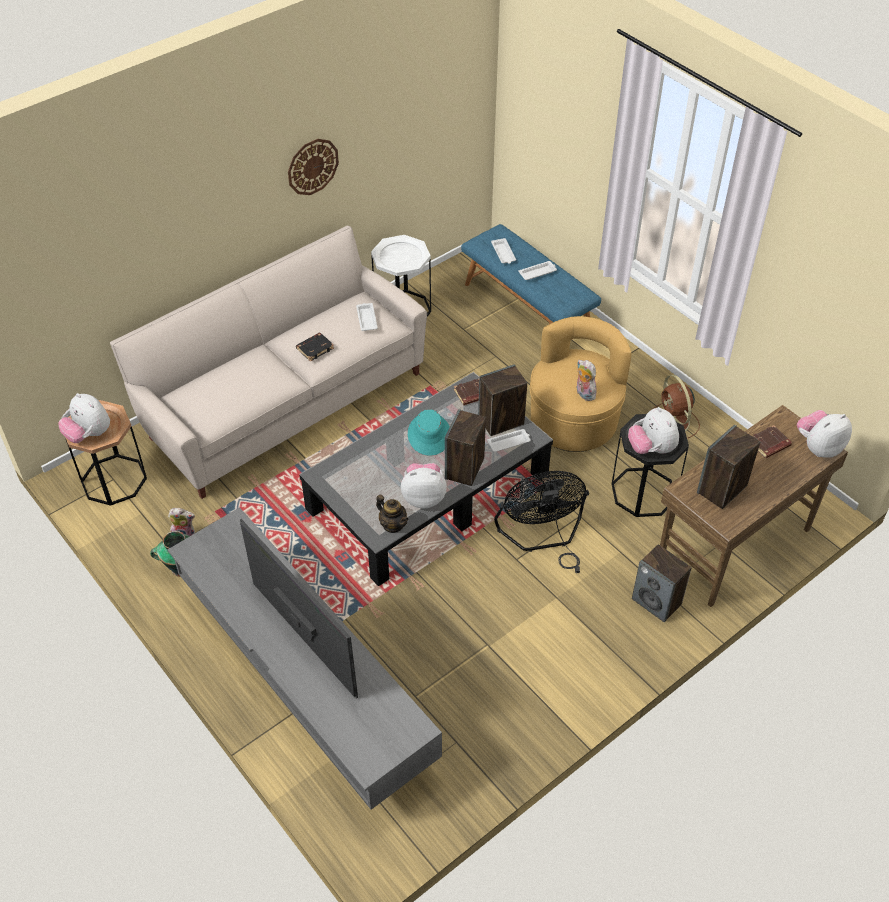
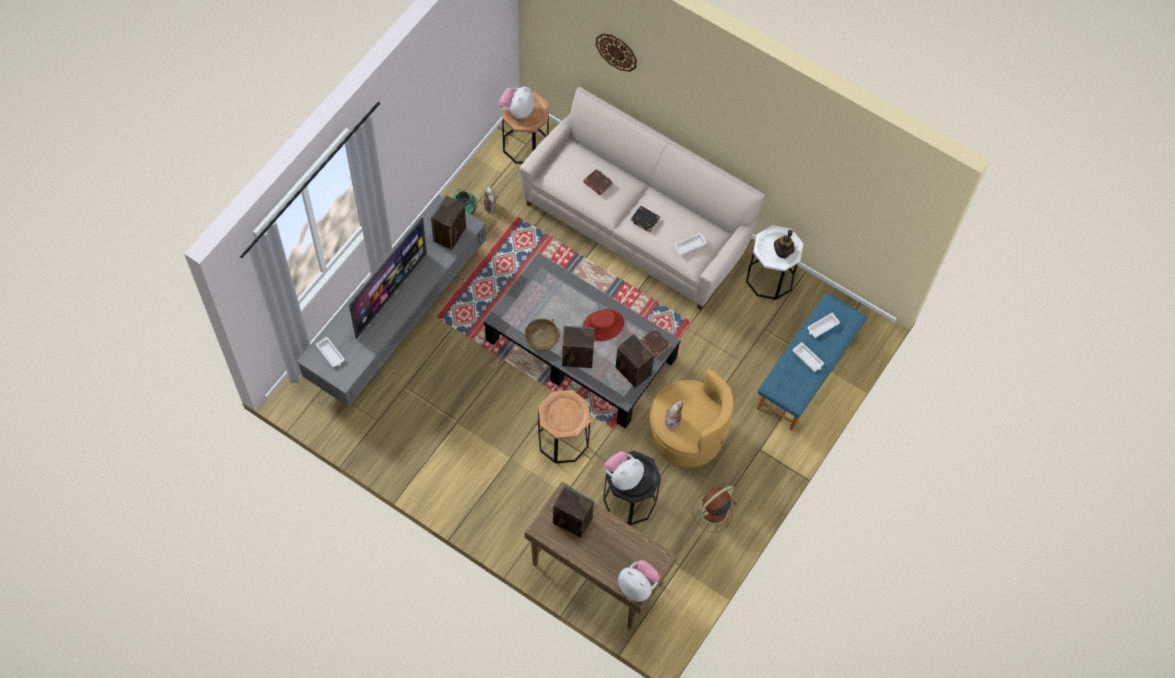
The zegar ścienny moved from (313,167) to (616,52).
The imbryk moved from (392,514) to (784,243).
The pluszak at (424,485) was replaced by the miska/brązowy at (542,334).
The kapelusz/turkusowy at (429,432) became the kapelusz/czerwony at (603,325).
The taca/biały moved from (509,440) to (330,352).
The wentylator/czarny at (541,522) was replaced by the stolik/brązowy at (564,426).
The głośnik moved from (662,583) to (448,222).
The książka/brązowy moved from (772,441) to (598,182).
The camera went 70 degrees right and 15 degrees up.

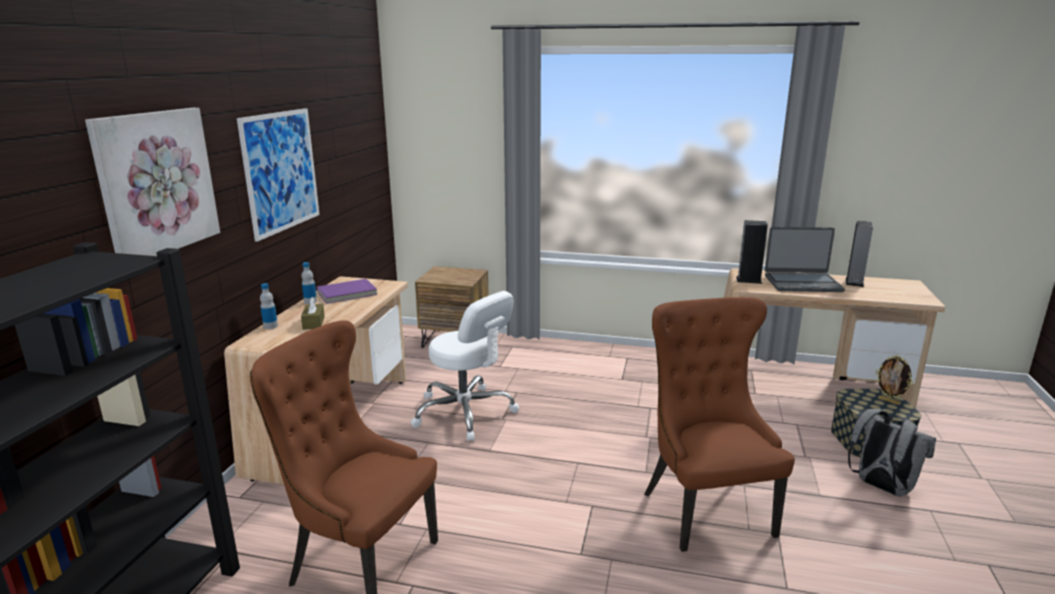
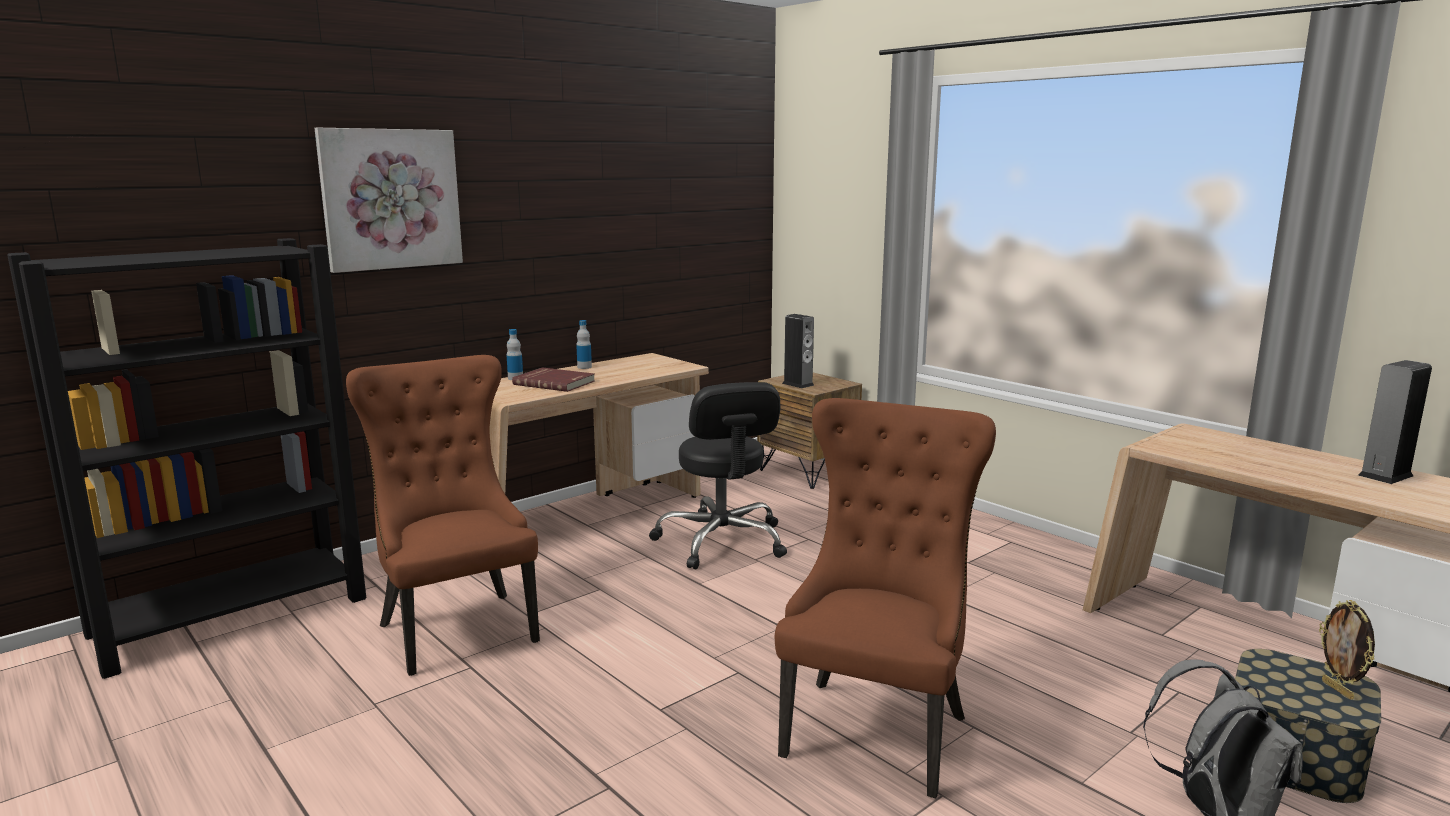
The obraz at (278,175) disappeared.
The pudełko chusteczek/brązowy at (313,313) was replaced by the książka/czerwony at (553,379).
The książka/fioletowy at (347,291) disappeared.
The krzesło biurowe/biały at (465,366) became the krzesło biurowe/czarny at (718,475).
The głośnik moved from (752,252) to (798,351).
The laptop at (805,259) disappeared.
The camera went 35 degrees right and 5 degrees down.

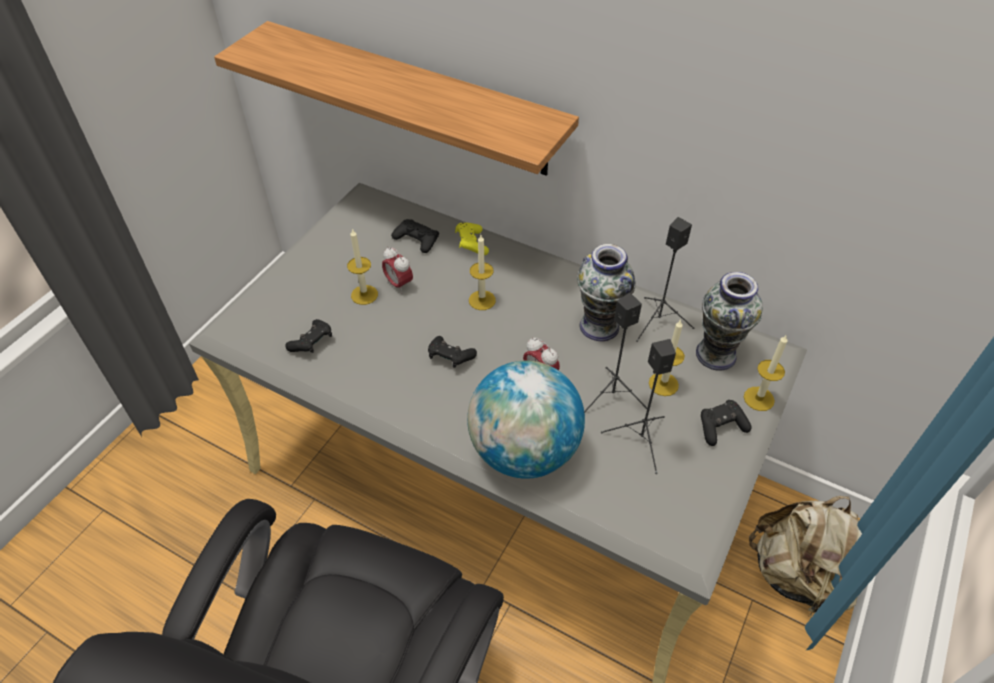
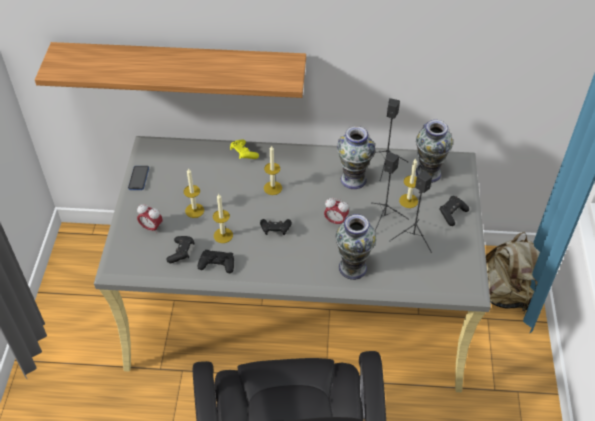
The budzik moved from (397,270) to (150,218).
The pad do gier/czarny moved from (415,236) to (215,261).
The globus at (526,420) was replaced by the wazon at (356,247).
The świeca moved from (766,372) to (223,218).
The telefon at (138,178) appeared.
The camera went 25 degrees left and 0 degrees up.

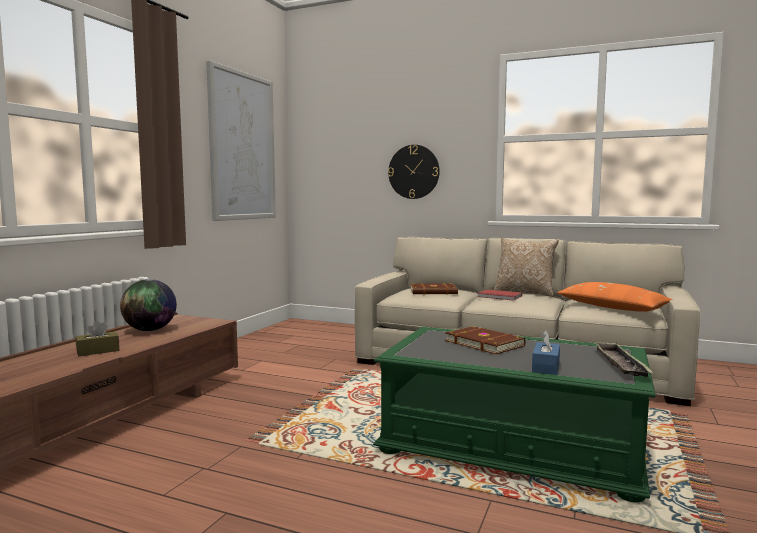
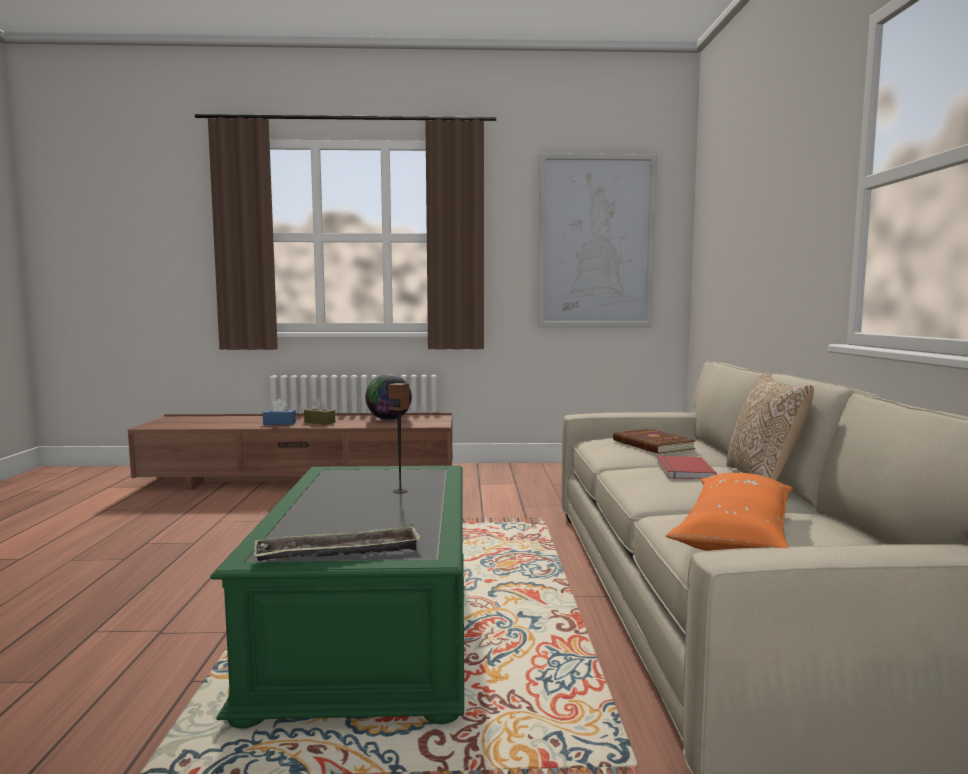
The zegar ścienny at (414,172) disappeared.
The książka/brązowy at (485,340) was replaced by the głośnik at (398,438).
The pudełko chusteczek/niebieski moved from (546,352) to (279,412).
The camera went 65 degrees right and 0 degrees up.

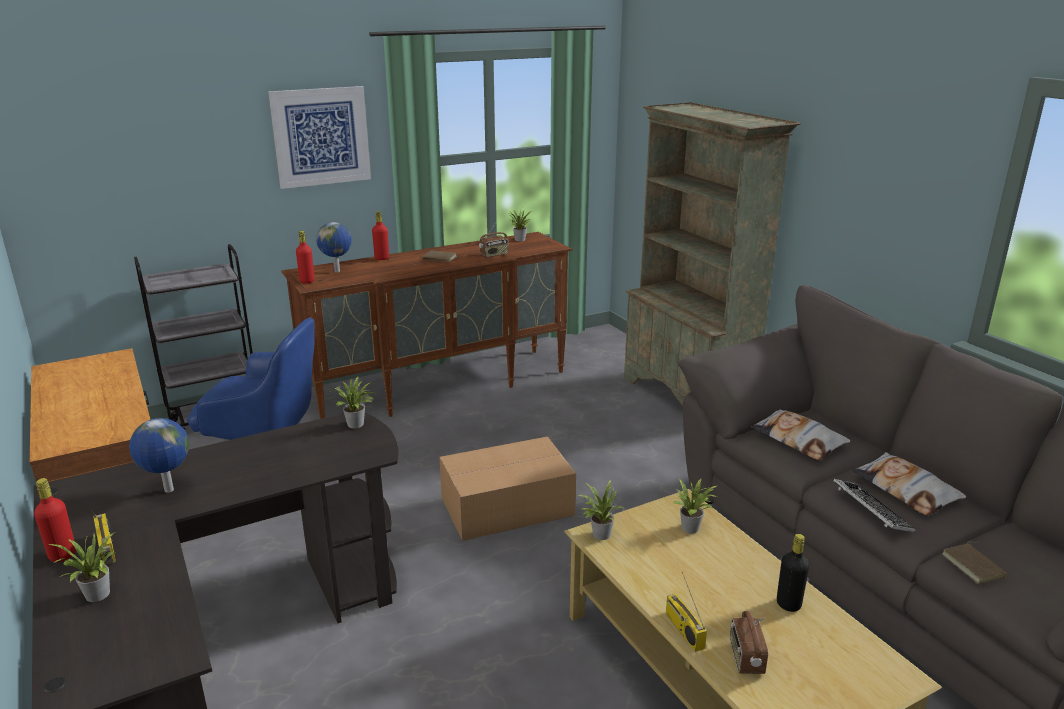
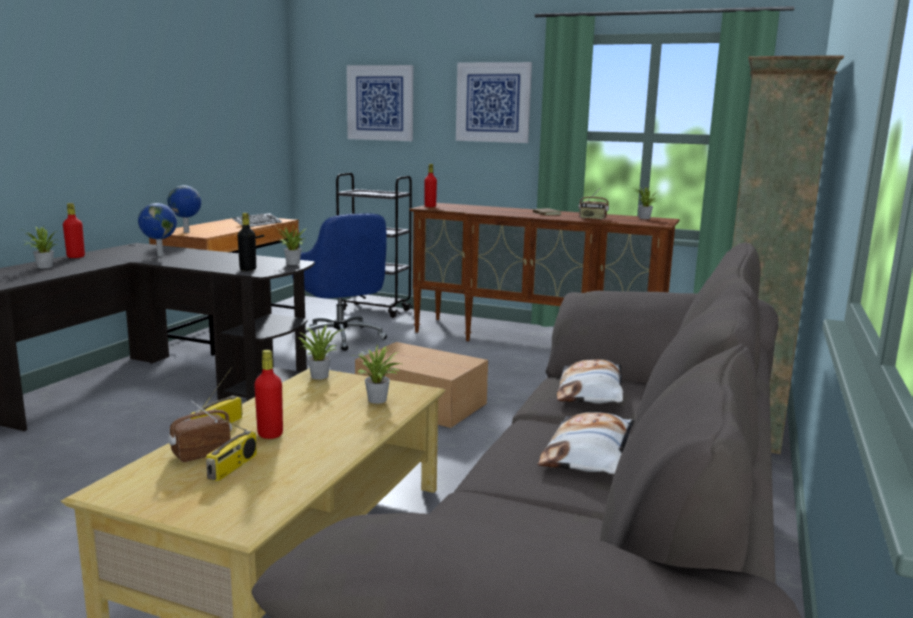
The radio moved from (103,537) to (231,447).
The globus moved from (334,247) to (184,209).
The butelka/czerwony moved from (380,235) to (268,394).
The butelka/czarny moved from (793,573) to (247,242).
The klawiatura moved from (874,505) to (257,220).
The książka/brązowy at (975,562) disappeared.
The obraz at (380,103) appeared.
The camera went 50 degrees right and 10 degrees down.

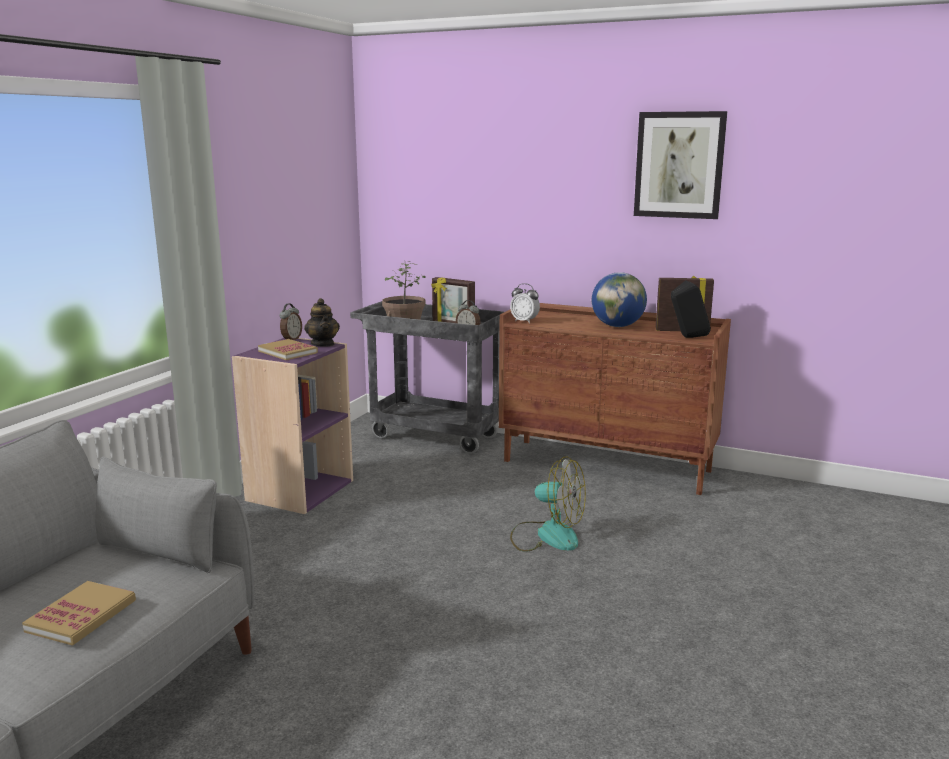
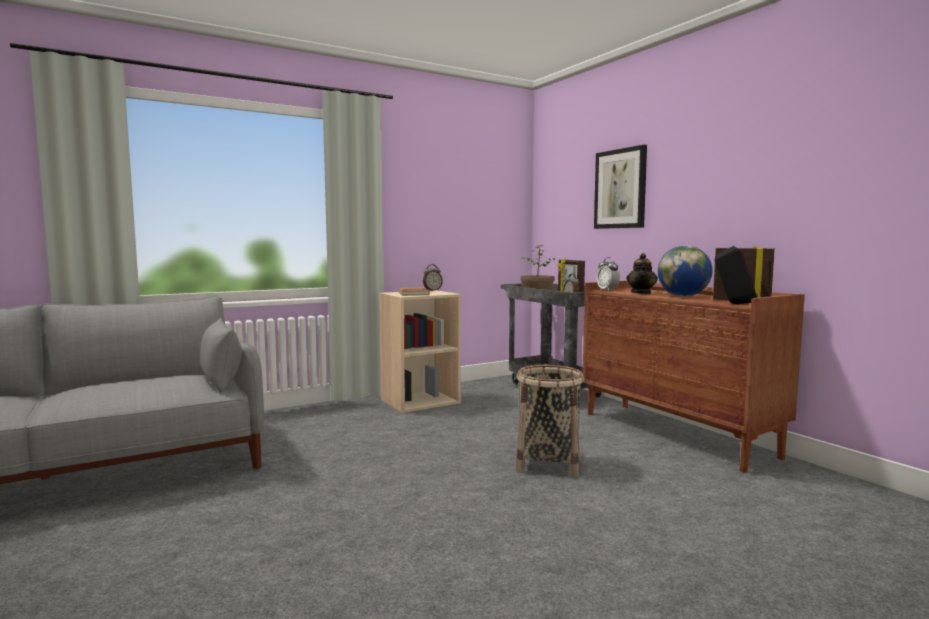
The książka at (79,613) disappeared.
The regał/fioletowy at (292,426) became the regał/beżowy at (420,351).
The imbryk moved from (322,322) to (642,273).
The wentylator at (548,504) was replaced by the koszyk at (550,421).
The obraz moved from (680,165) to (620,187).
The camera went 35 degrees right and 10 degrees down.

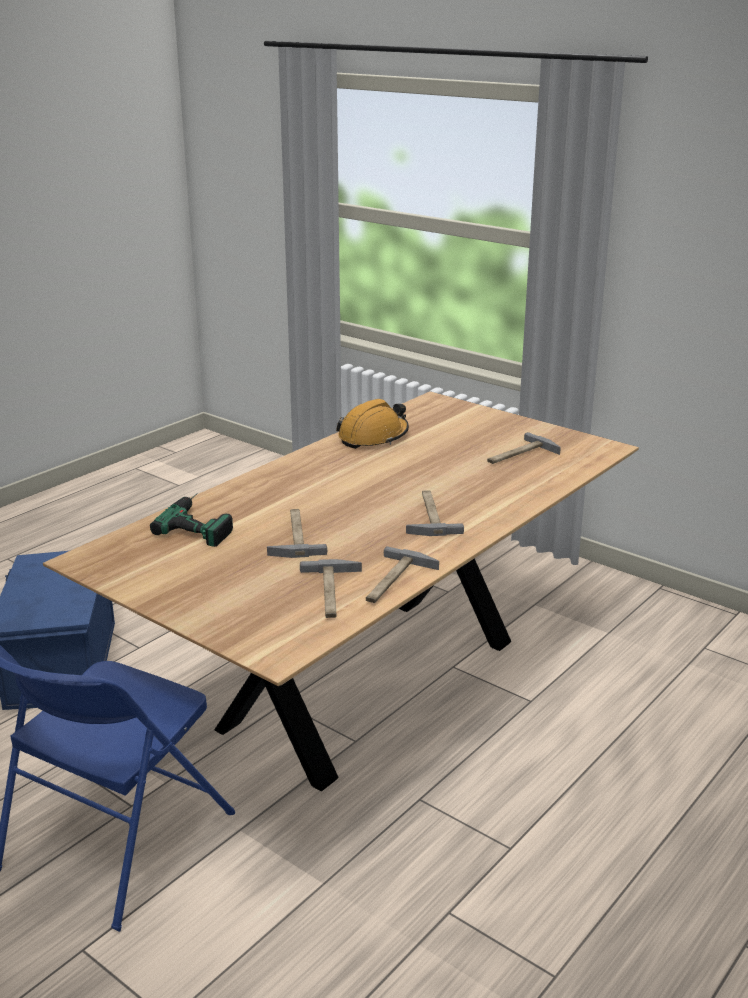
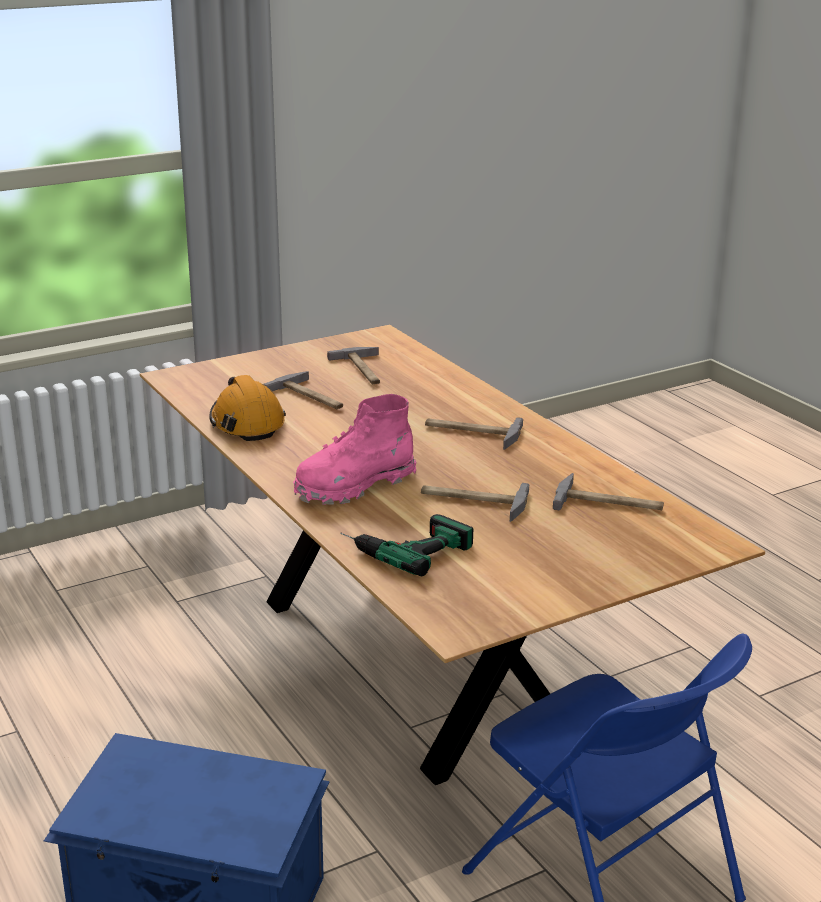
The młotek moved from (402,574) to (303,390).
The but z cholewką/różowy at (355,449) appeared.
The camera went 70 degrees left and 0 degrees up.

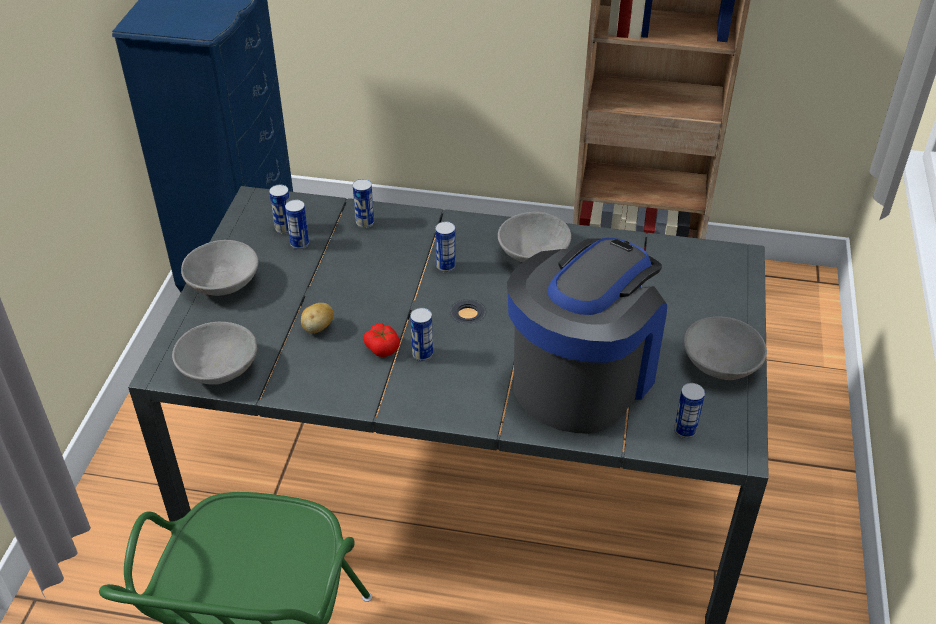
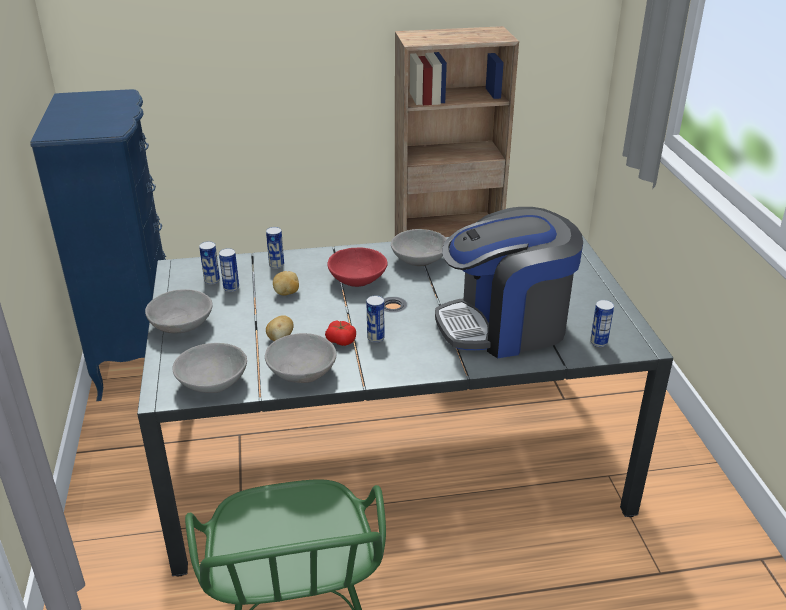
The puszka at (445,247) was replaced by the miska/czerwony at (357,267).
The ekspres do kawy at (587,335) turned 120 degrees counterclockwise.
The miska/szary moved from (725,348) to (301,358).
The ziemniak at (286,283) appeared.
The camera went 20 degrees left and 10 degrees down.

